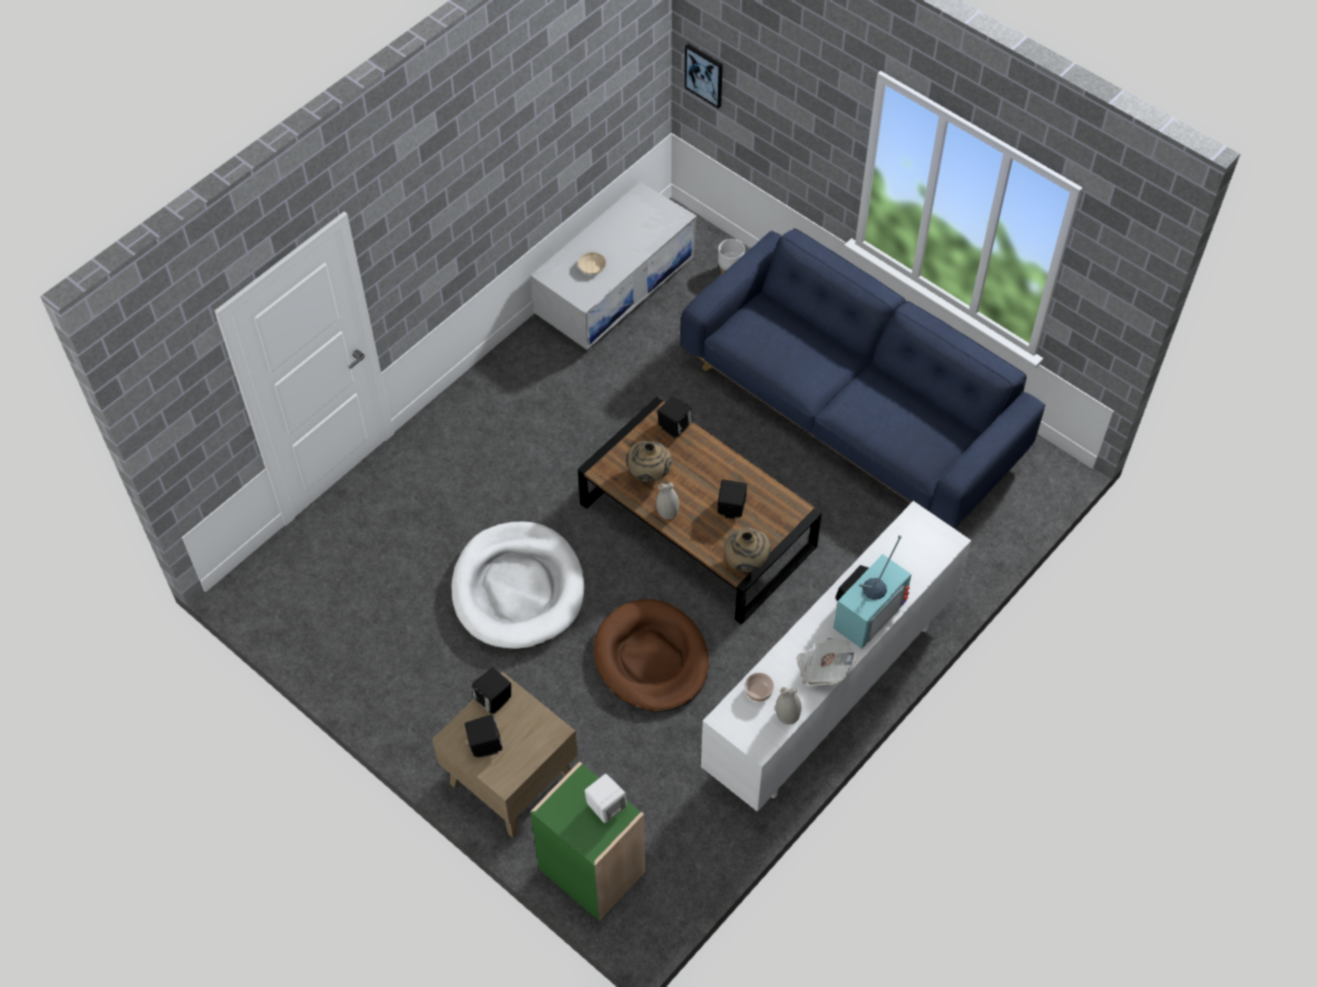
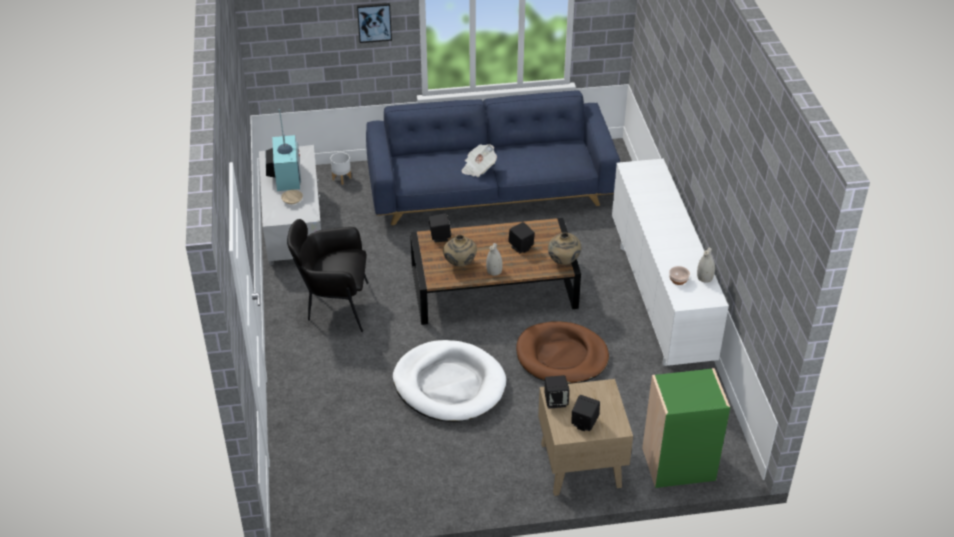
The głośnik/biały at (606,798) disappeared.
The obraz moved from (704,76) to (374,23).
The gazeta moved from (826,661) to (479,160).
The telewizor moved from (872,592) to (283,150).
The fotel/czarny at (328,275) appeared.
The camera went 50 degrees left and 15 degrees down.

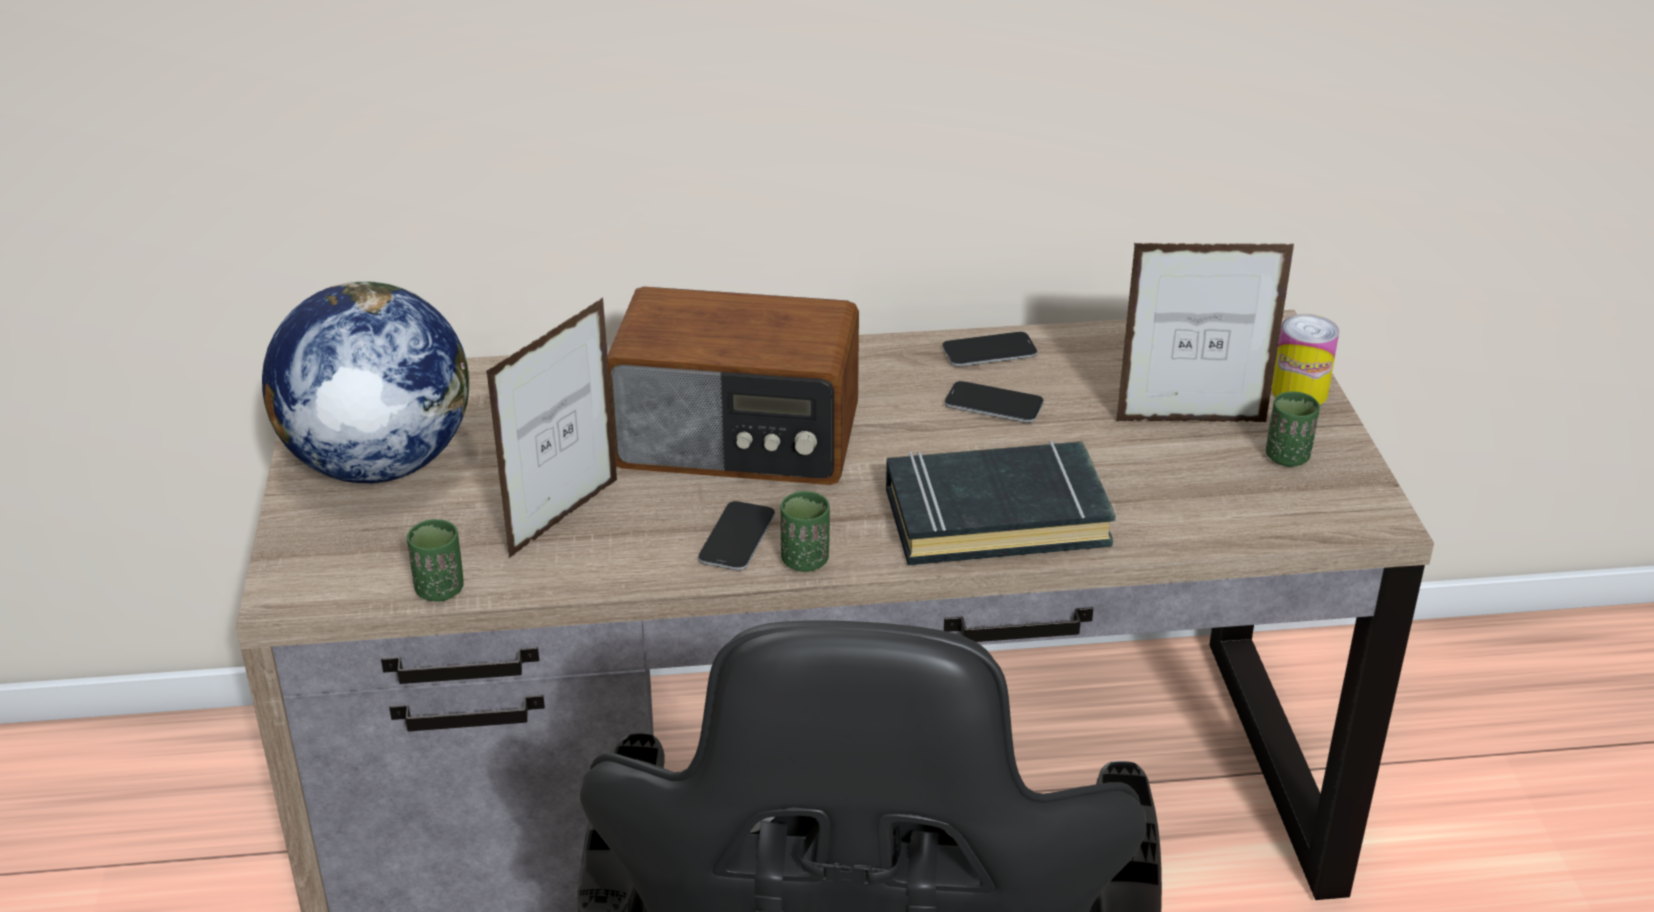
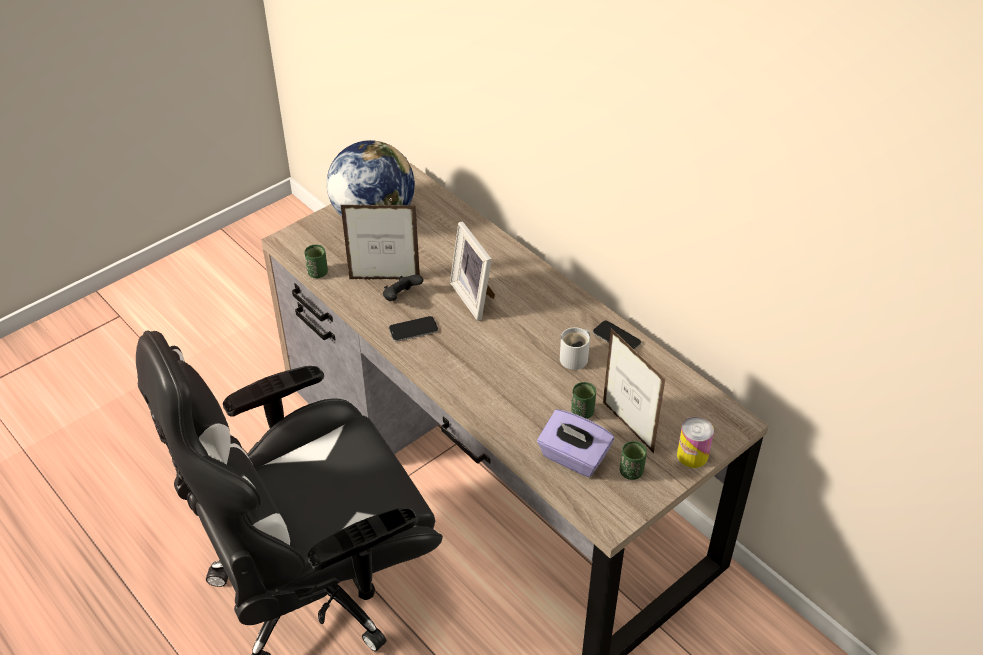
The radio at (733,386) was replaced by the ramka na zdjęcie at (472,271).
The filiżanka/zielony moved from (805,531) to (583,400).
The książka/czarny at (1001,502) disappeared.
The telefon at (994,402) was replaced by the kubek/biały at (575,348).
The pad do gier/czarny at (403,288) appeared.
The pudełko chusteczek/fioletowy at (575,443) appeared.
The camera went 55 degrees right and 10 degrees up.

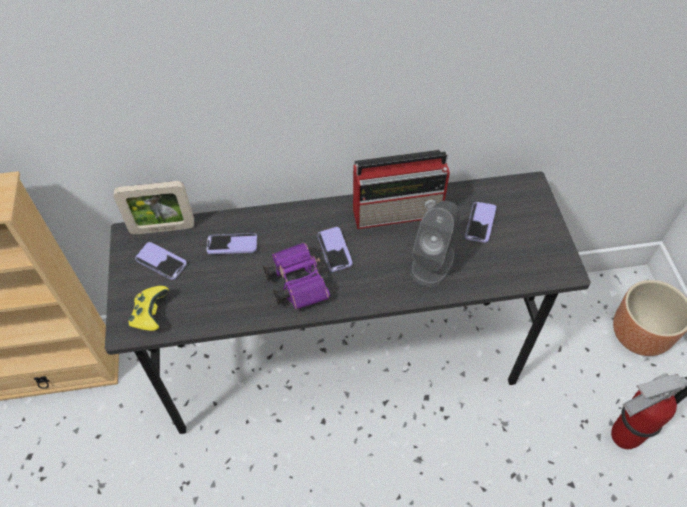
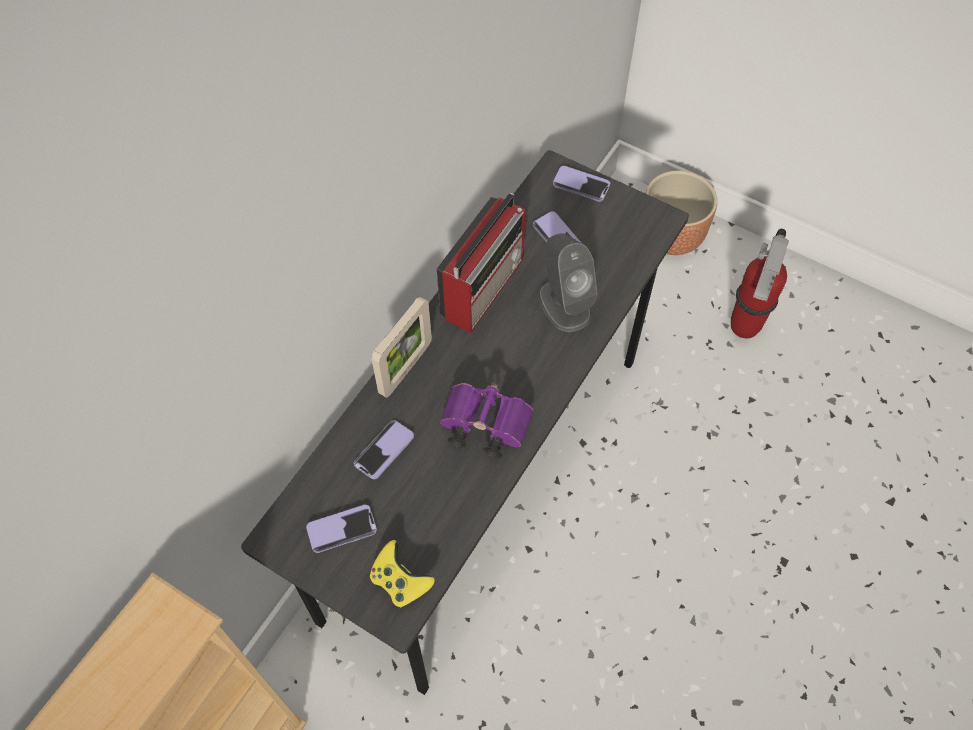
The ramka na zdjęcie moved from (154,208) to (402,347).
The telefon moved from (335,249) to (581,184).
The camera went 50 degrees left and 5 degrees up.

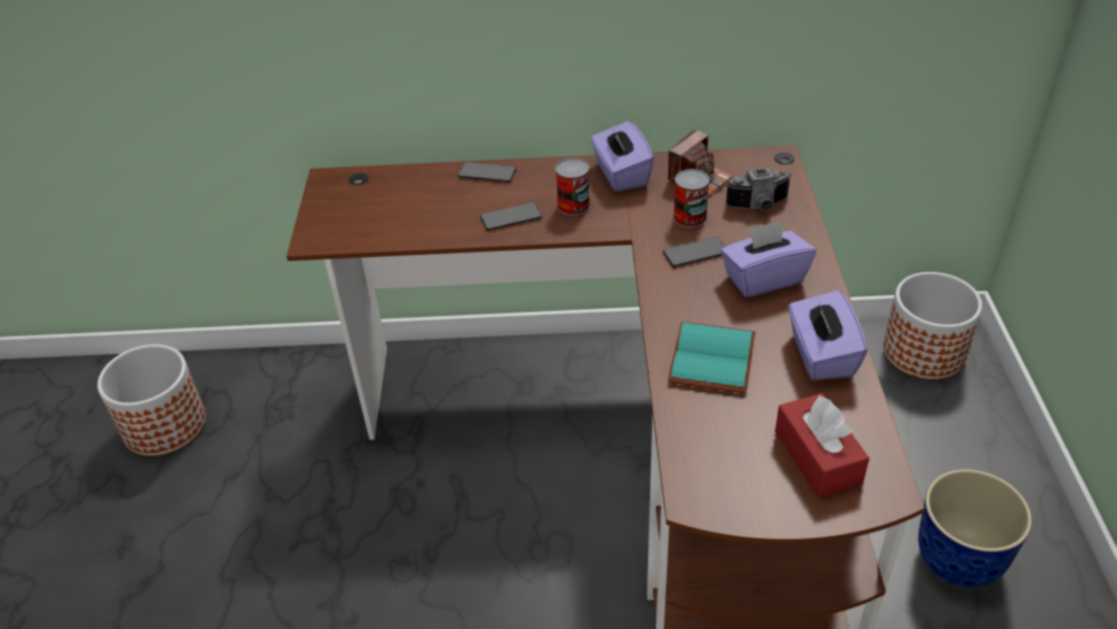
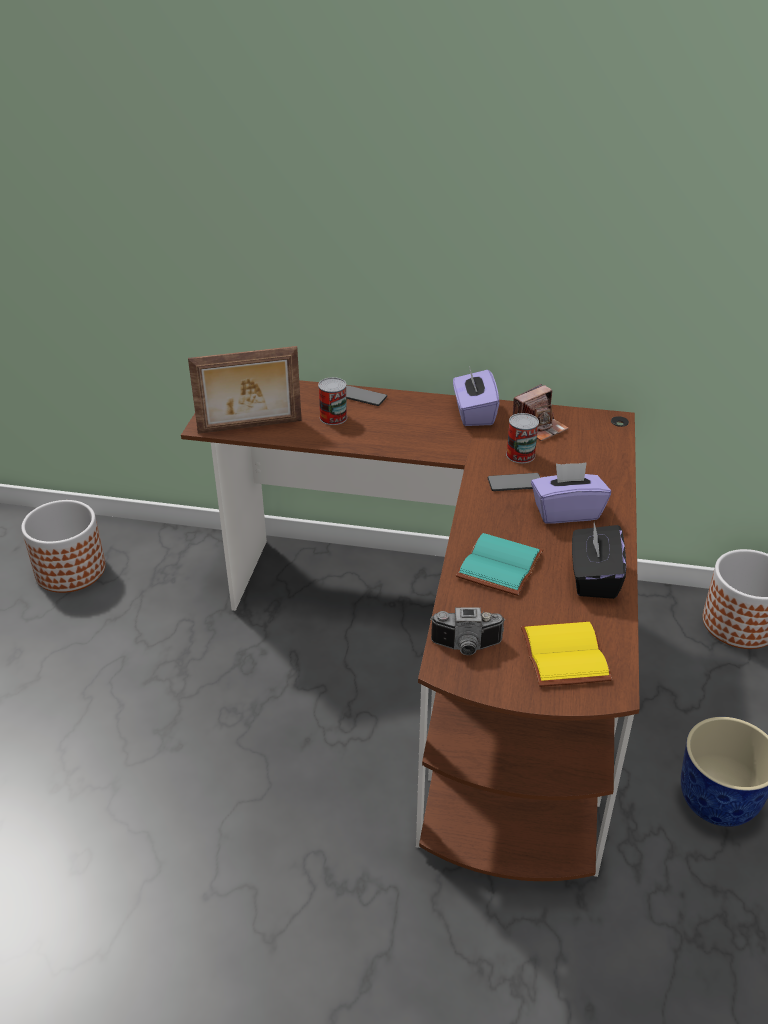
The telefon at (511,216) disappeared.
The puszka moved from (572,186) to (332,401).
The aparat fotograficzny moved from (758,189) to (467,631).
The pudełko chusteczek/czerwony at (822,445) was replaced by the książka/żółty at (566,654).
The pudełko chusteczek/fioletowy at (827,335) became the pudełko chusteczek/czarny at (599,561).
The ramka na zdjęcie at (245,390) appeared.
The camera went 10 degrees right and 5 degrees down.

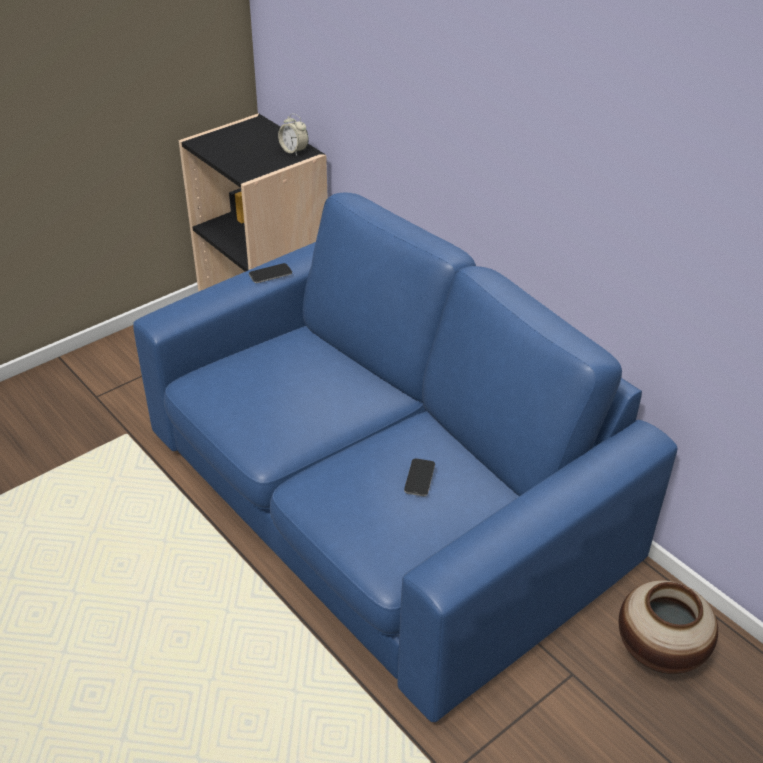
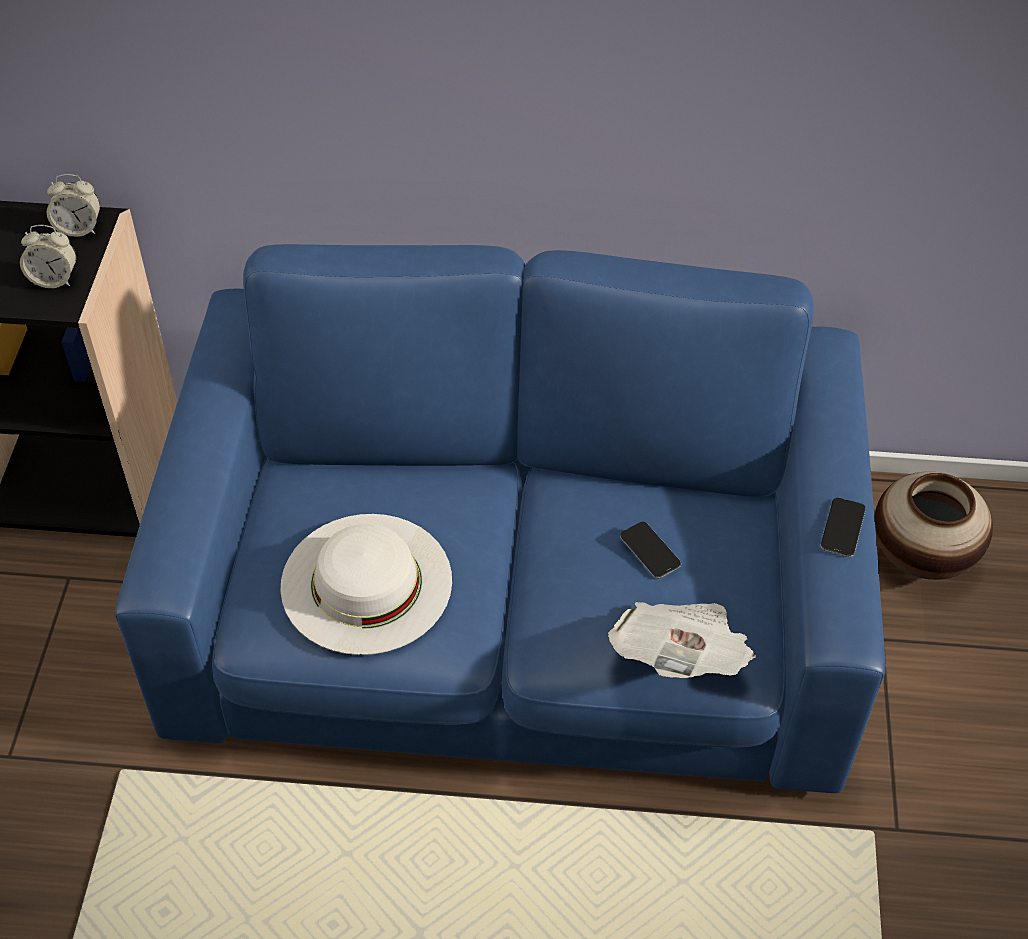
The telefon moved from (270,273) to (843,527).
The budzik at (48,256) appeared.
The kapelusz/biały at (366,584) appeared.
The gazeta at (682,640) appeared.
The camera went 45 degrees left and 10 degrees up.

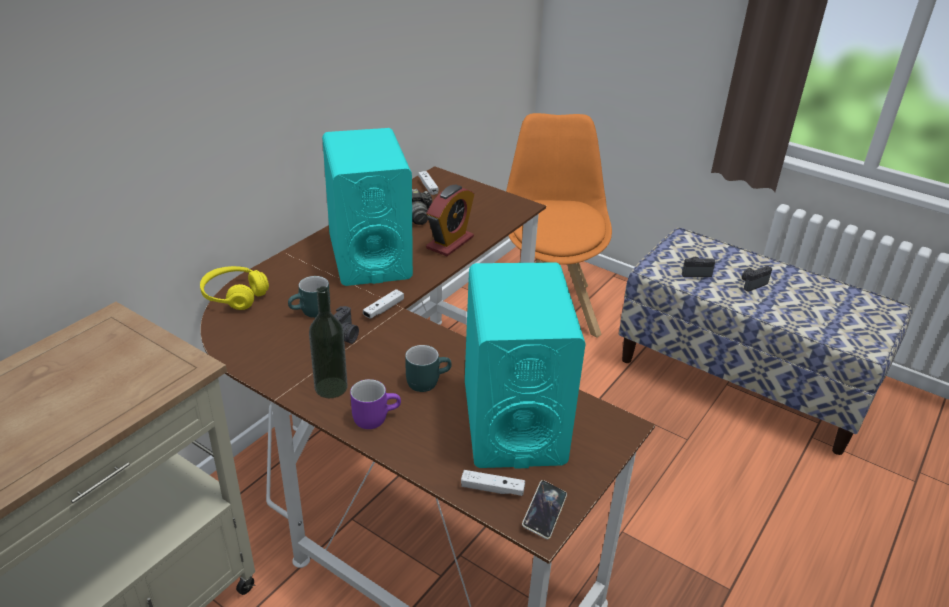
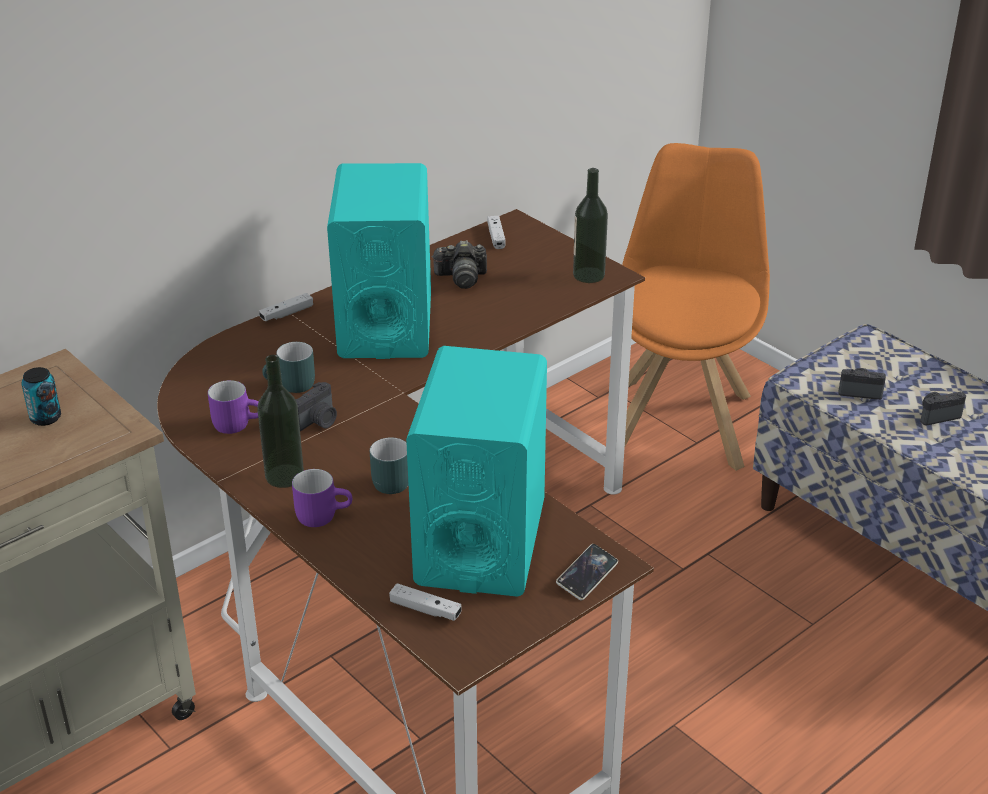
The słuchawki/żółty at (234,288) disappeared.
The pad do gier/biały moved from (383,304) to (286,307).
The budzik at (450,220) disappeared.
The telefon moved from (544,509) to (587,572).
The puszka at (41,396) appeared.
The kubek/fioletowy at (233,407) appeared.
The butelka at (590,225) appeared.
The camera went 15 degrees right and 0 degrees up.

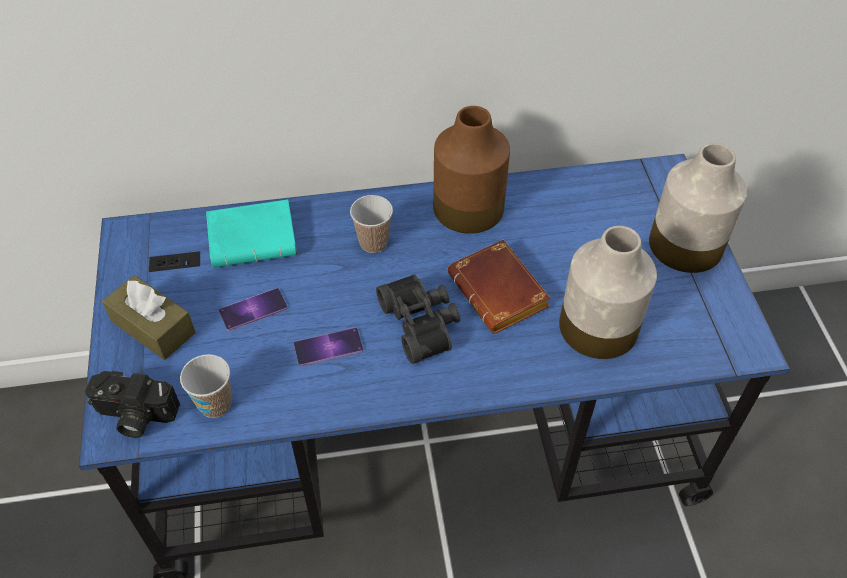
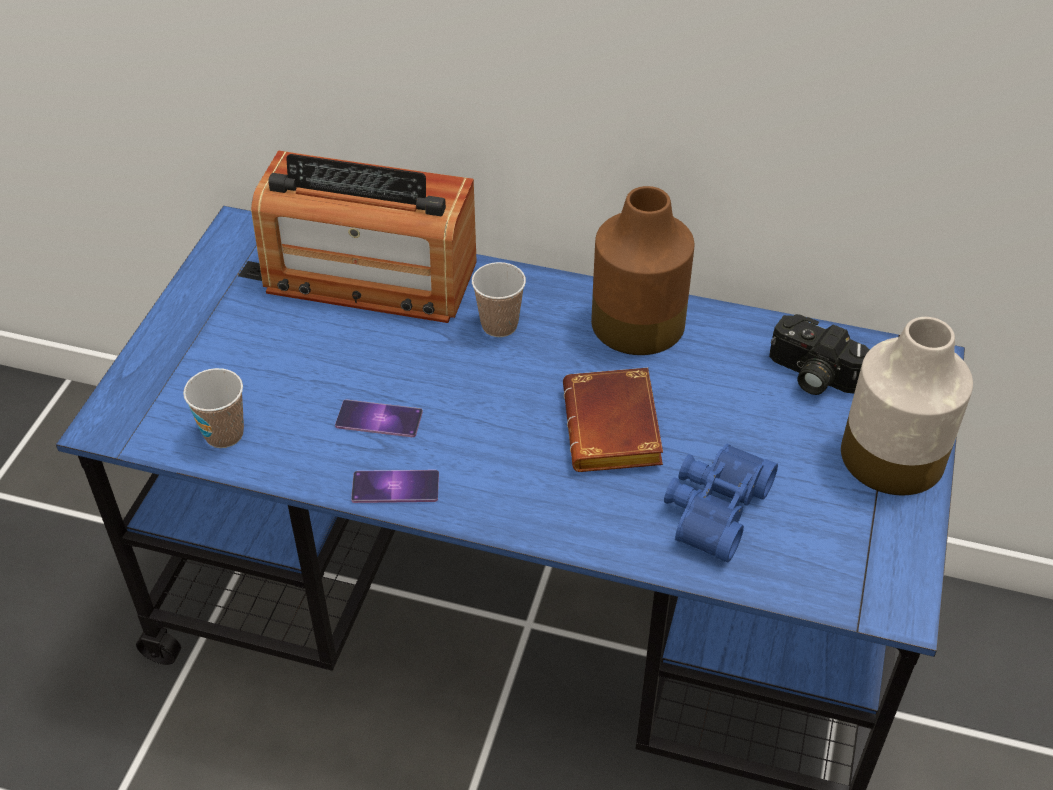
The aparat fotograficzny moved from (132,404) to (819,354).
The pudełko chusteczek/brązowy at (149,317) disappeared.
The książka/turkusowy at (251,234) was replaced by the radio at (364,236).
The telefon moved from (253,309) to (395,486).
The lornetka/czarny at (418,319) disappeared.
The wazon/beżowy at (608,292) was replaced by the lornetka/niebieski at (721,503).
The camera went 25 degrees right and 5 degrees down.

